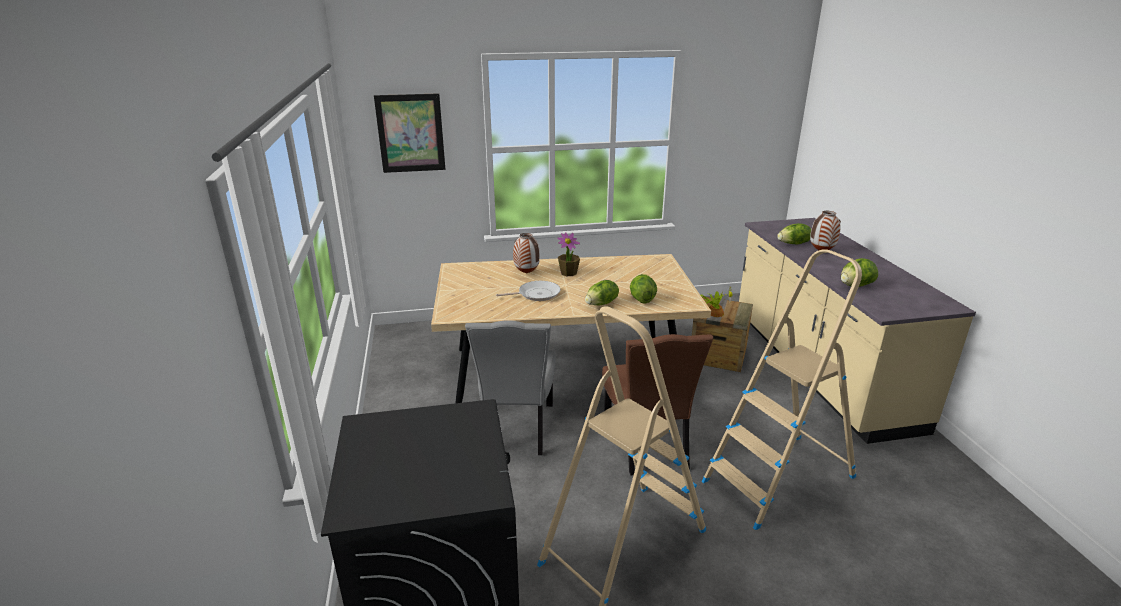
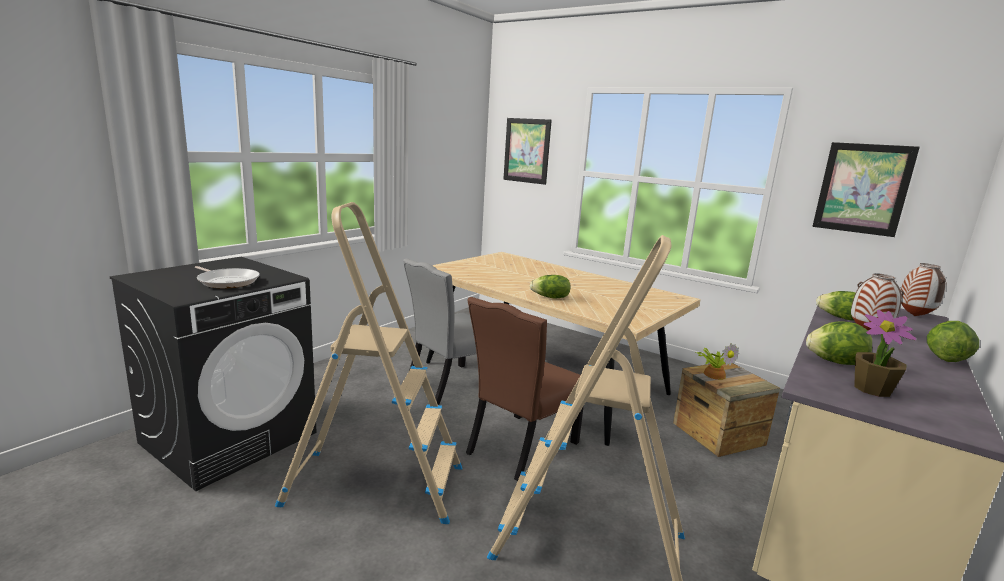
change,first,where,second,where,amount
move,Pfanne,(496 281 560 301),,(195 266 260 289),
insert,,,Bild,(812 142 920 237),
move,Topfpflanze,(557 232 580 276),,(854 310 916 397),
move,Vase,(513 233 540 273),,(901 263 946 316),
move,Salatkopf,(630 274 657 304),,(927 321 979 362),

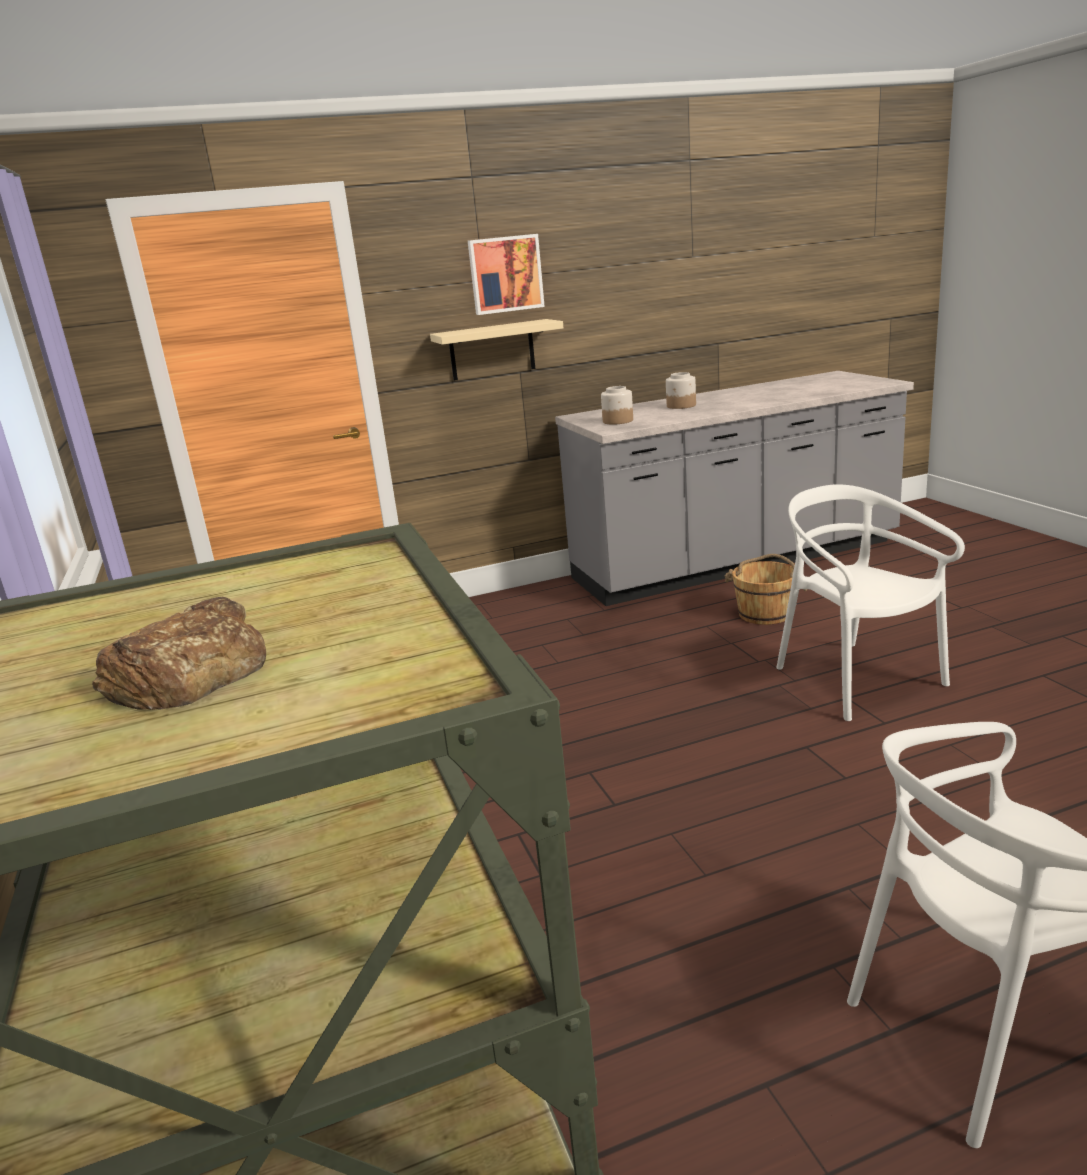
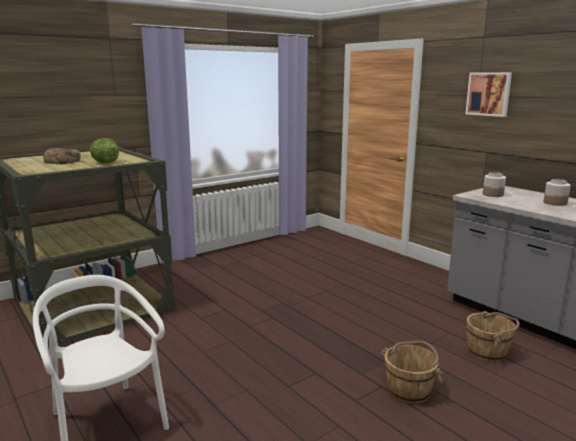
change,first,where,second,where,amount
insert,,,Salatkopf,(90 138 119 163),
replace,Stuhl [weiß],(776 484 965 721),Eimer [braun],(381 341 444 404),
delete,Wandregal [beige],(430 319 563 381),,,

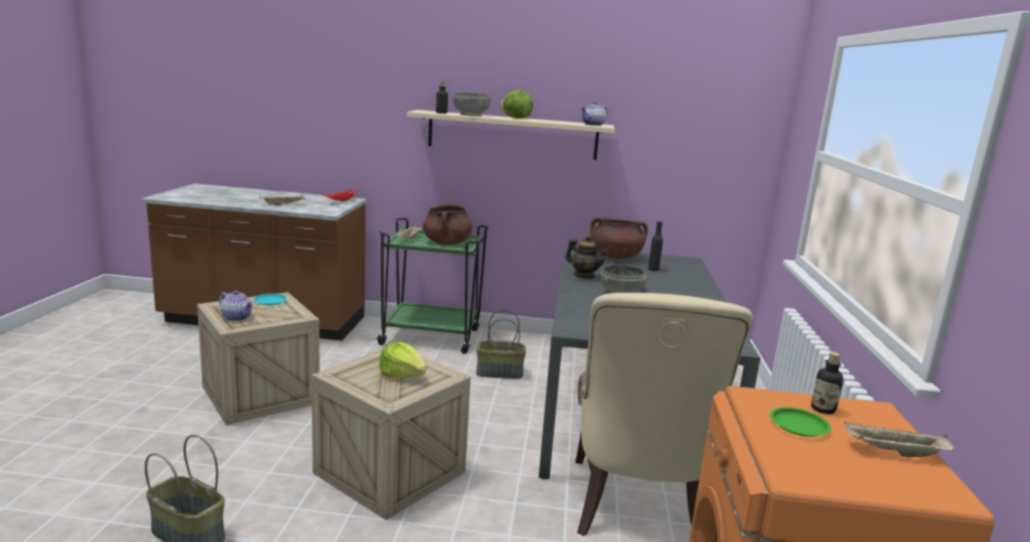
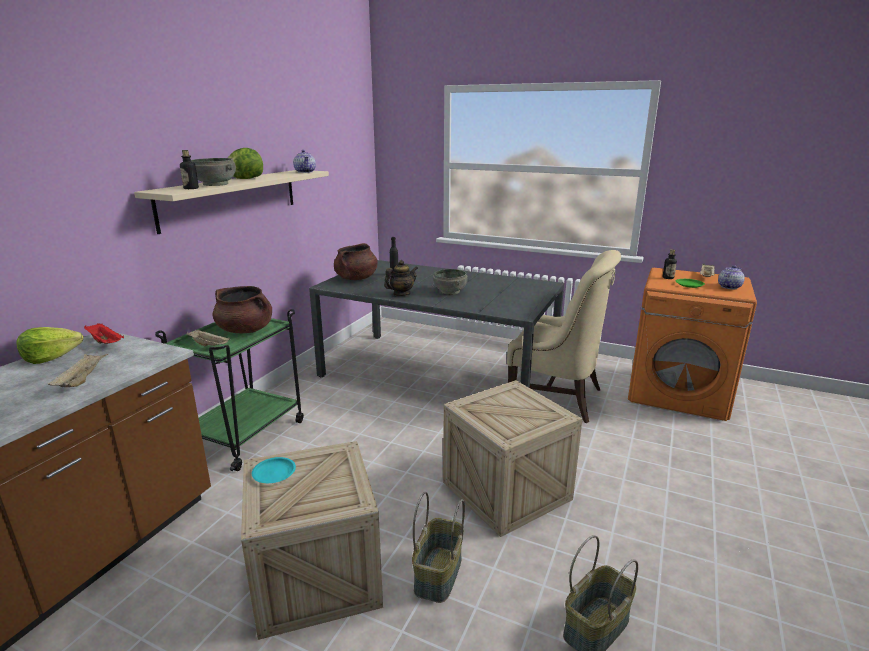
change,first,where,second,where,amount
move,Salatkopf,(379 341 427 378),,(17 327 83 364),
move,Korb,(476 309 526 379),,(412 492 465 603),
move,Teekanne,(219 291 254 321),,(718 265 745 289),

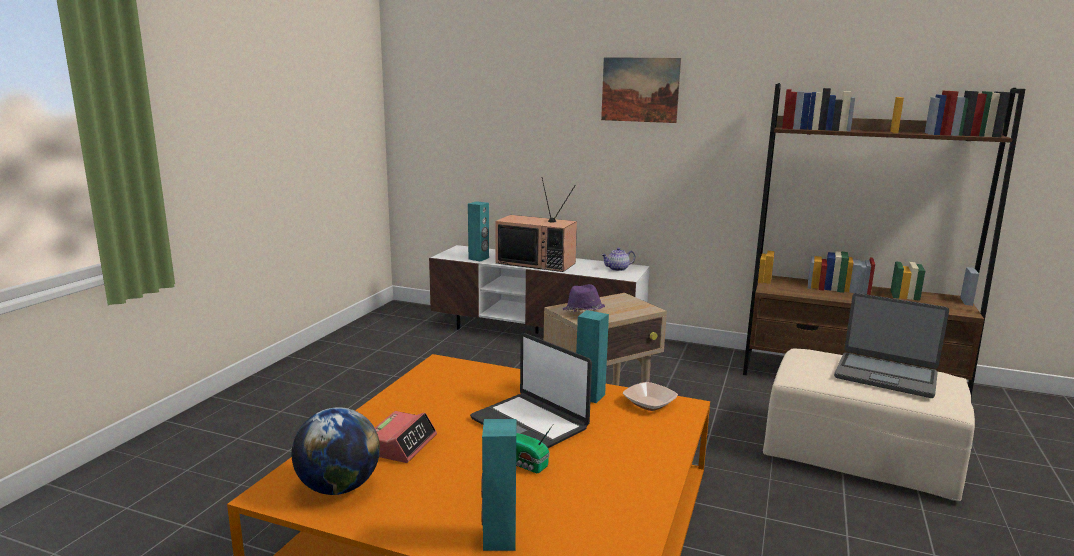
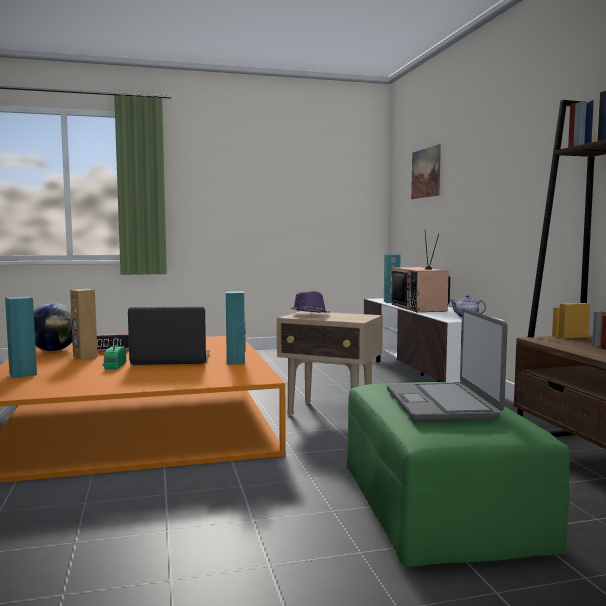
change,first,where,second,where,amount
insert,,,Lautsprecher [braun],(70 289 98 360),
rotate,Laptop,(470 333 592 448),,(128 306 210 365),75 degrees clockwise
recolor,Polsterhocker [beige],(763 349 975 501),Polsterhocker [grün],(346 382 570 566),
move,Bild,(601 57 681 123),,(411 144 441 199),
delete,Schüssel,(623 382 678 411),,,

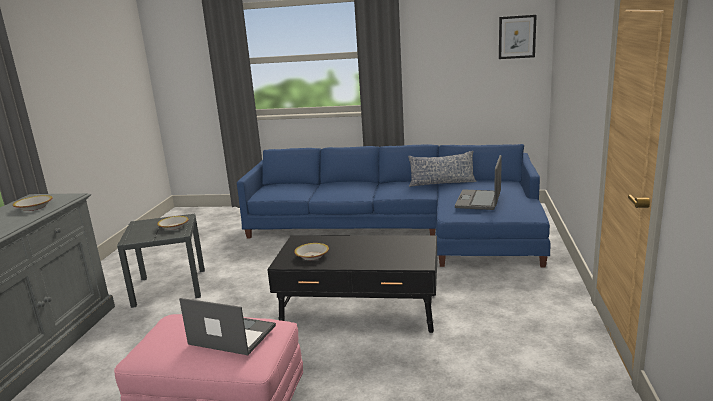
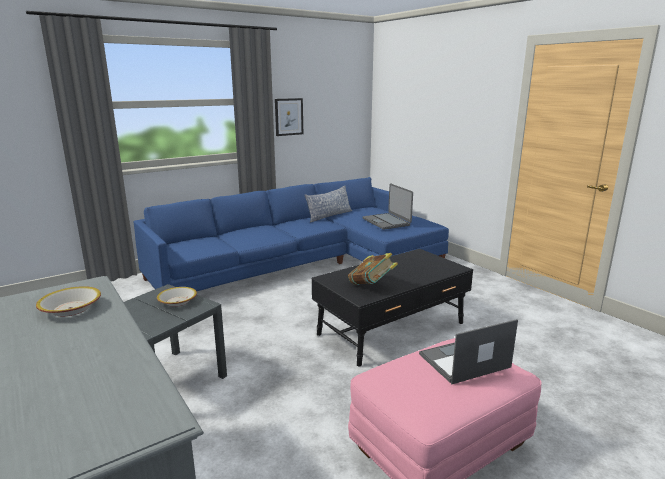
change,first,where,second,where,amount
move,Bild,(499 15 537 59),,(275 98 303 136),
replace,Schüssel,(294 243 329 260),Buch,(348 253 398 285),

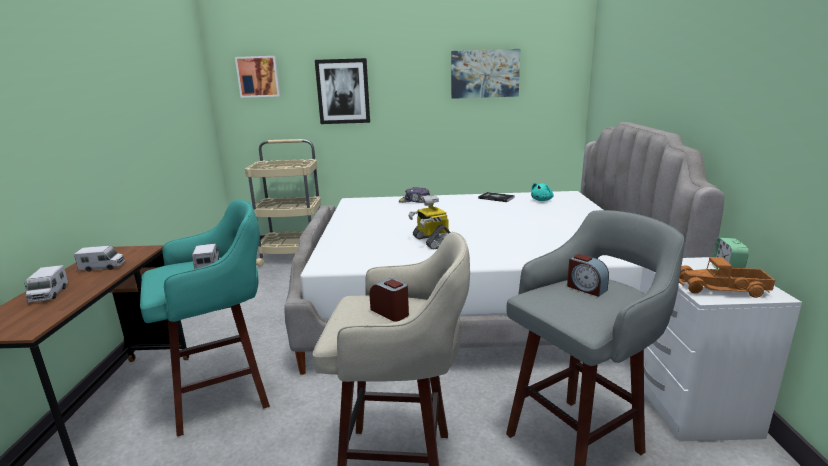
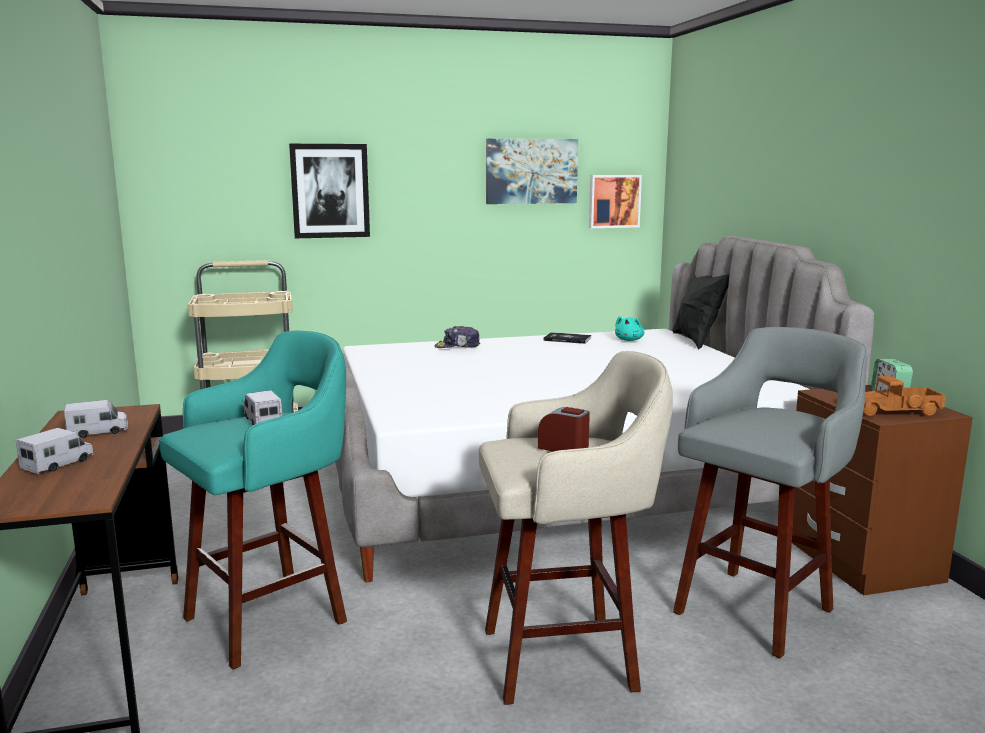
change,first,where,second,where,amount
rotate,Spielzeuglaster,(24 265 69 303),,(16 428 94 474),120 degrees counterclockwise
move,Bild,(235 56 280 98),,(589 175 642 228),
insert,,,Kissen [schwarz],(673 274 730 349),
recolor,Nachttisch [weiß],(640 257 802 442),Nachttisch [braun],(792 385 973 596),
delete,Spielzeugroboter,(408 195 451 250),,,
delete,Wecker,(567 254 609 297),,,

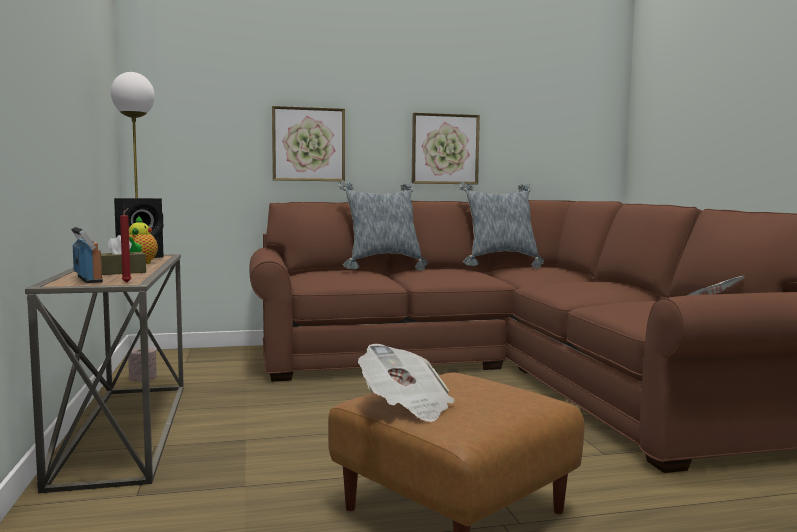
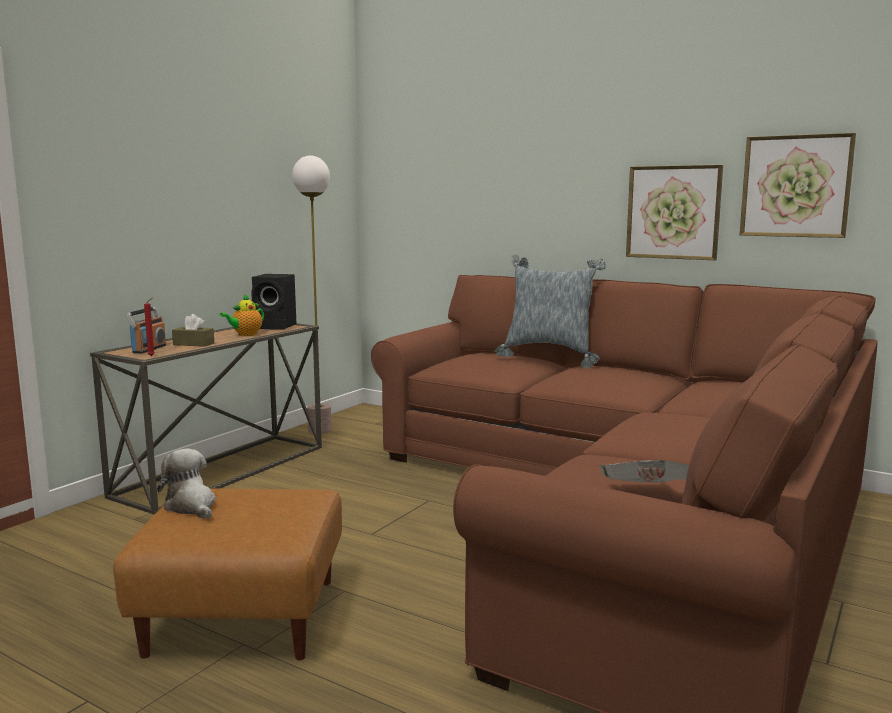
change,first,where,second,where,amount
replace,Zeitung,(358 344 455 422),Plüschtier,(157 448 216 519),
move,Bild,(272 106 345 181),,(740 133 856 238),
delete,Kissen,(459 181 545 269),,,

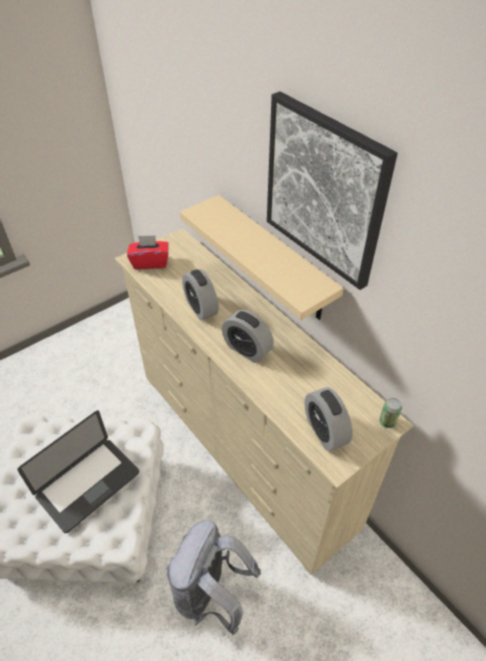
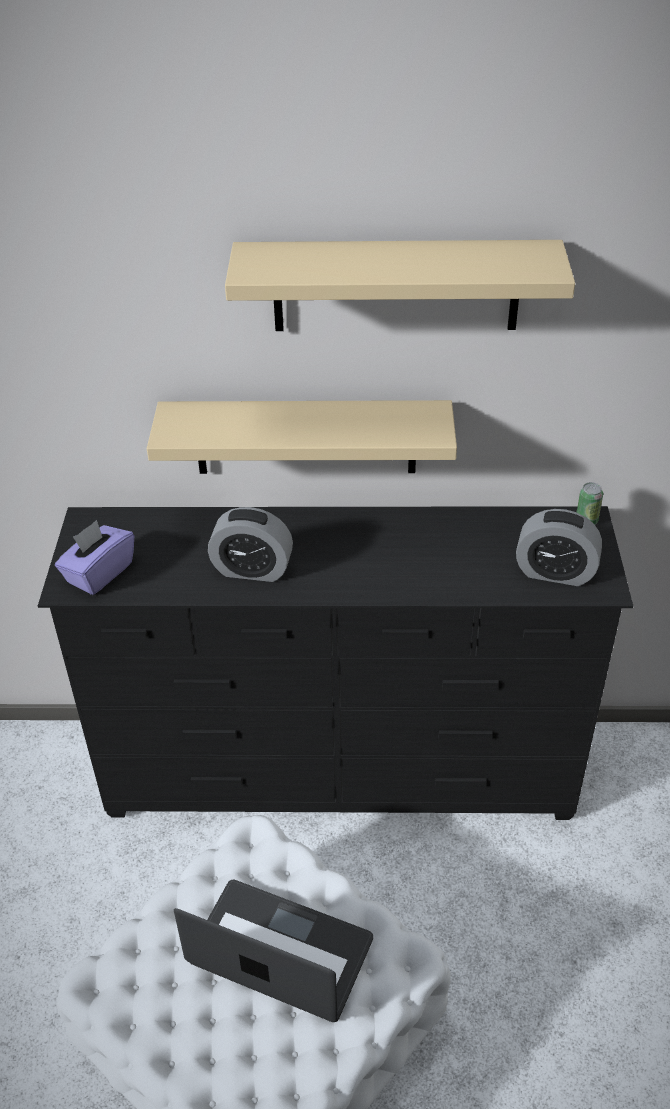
change,first,where,second,where,amount
recolor,Kommode [beige],(115 228 414 575),Kommode [schwarz],(38 506 634 820),
recolor,Taschentuchbox [rot],(127 235 169 270),Taschentuchbox [lila],(55 520 134 595),
rotate,Laptop,(17 410 139 533),,(174 880 373 1022),60 degrees counterclockwise
replace,Bild,(267 91 398 290),Wandregal [beige],(225 240 575 331),
delete,Rucksack [grau],(167 520 261 635),,,
delete,Wecker,(222 310 274 363),,,

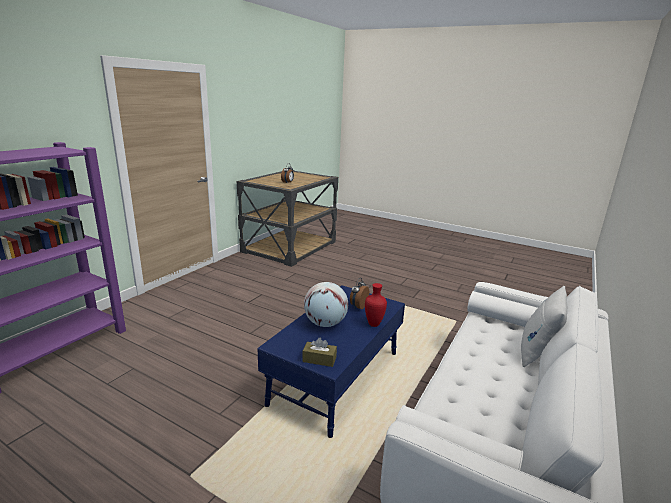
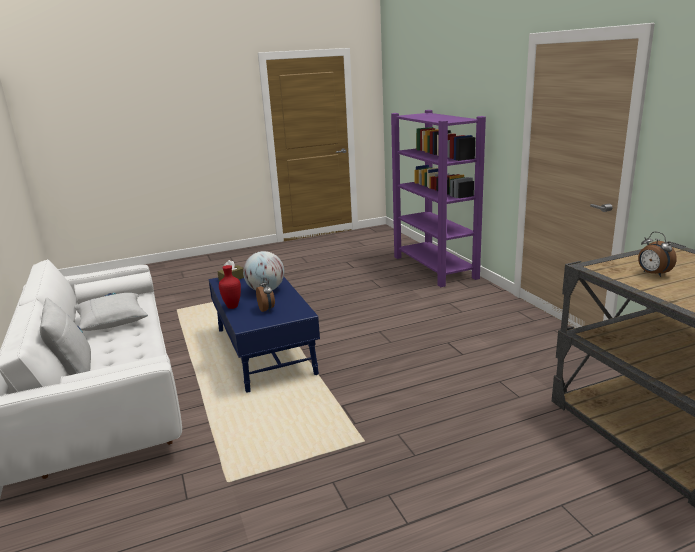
change,first,where,second,where,amount
insert,,,Kissen [grau],(74 293 148 331),

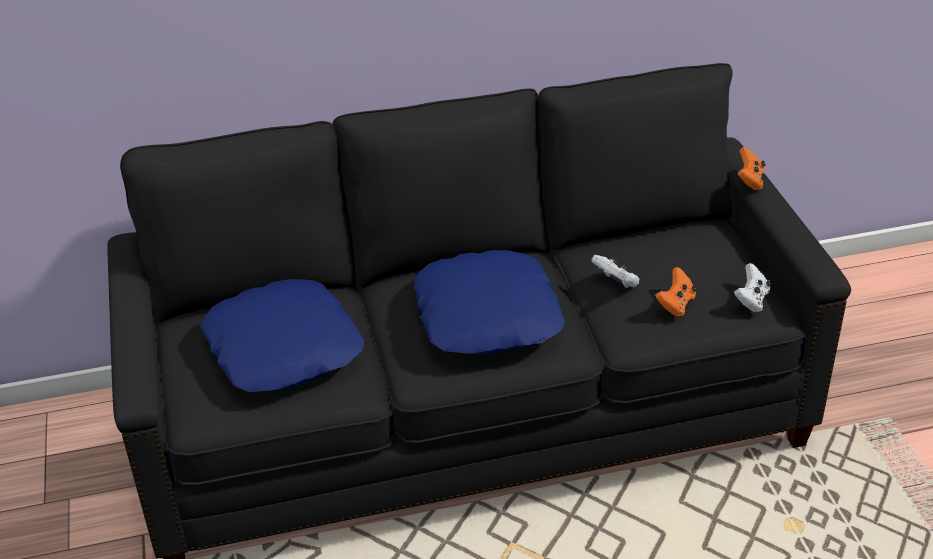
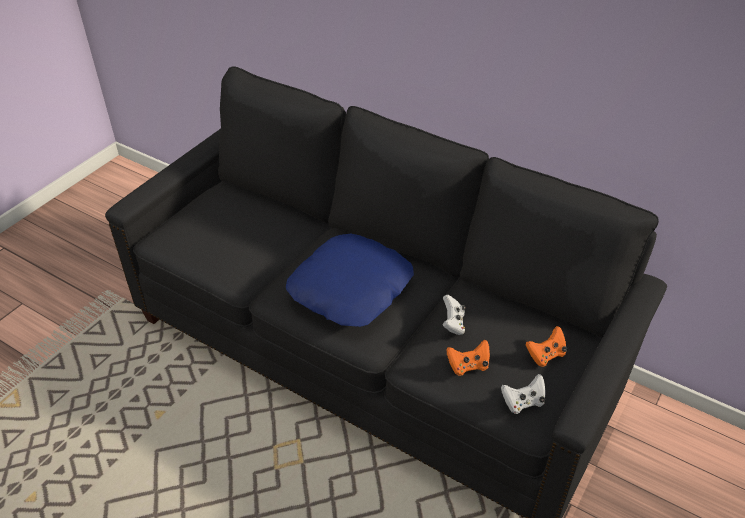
change,first,where,second,where,amount
move,Gamepad [orange],(737 147 766 190),,(526 326 567 367),
delete,Kissen [blau],(200 279 364 392),,,

